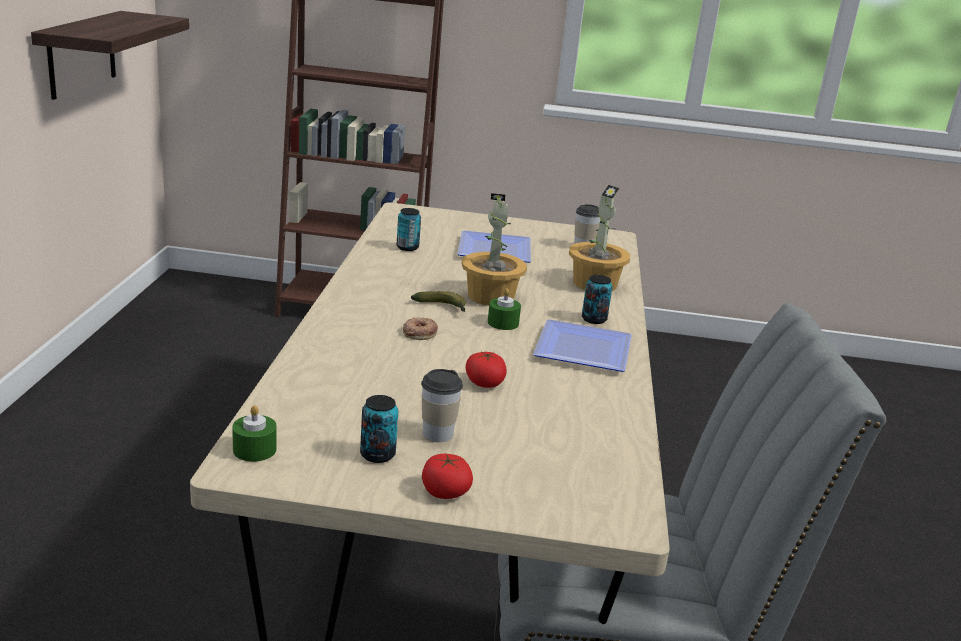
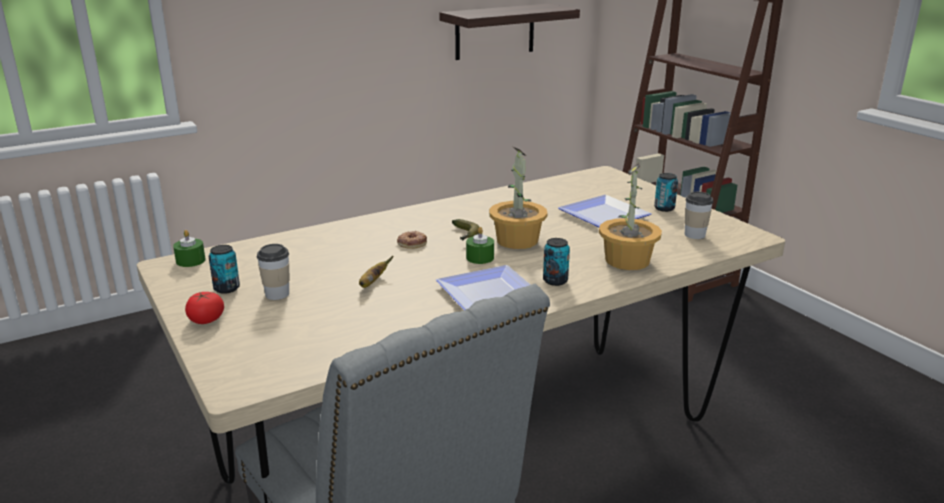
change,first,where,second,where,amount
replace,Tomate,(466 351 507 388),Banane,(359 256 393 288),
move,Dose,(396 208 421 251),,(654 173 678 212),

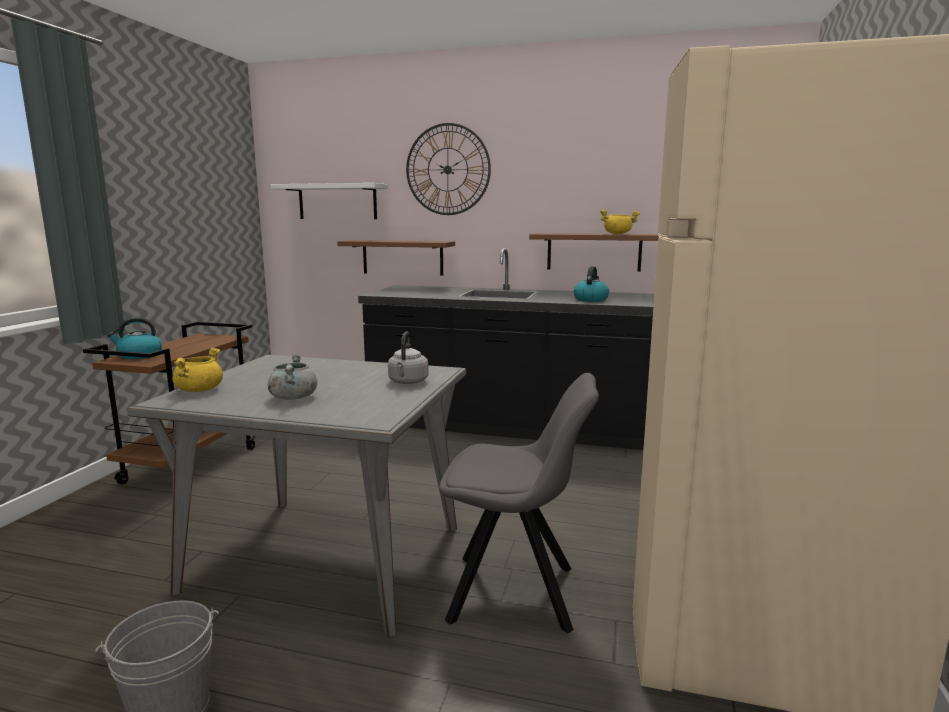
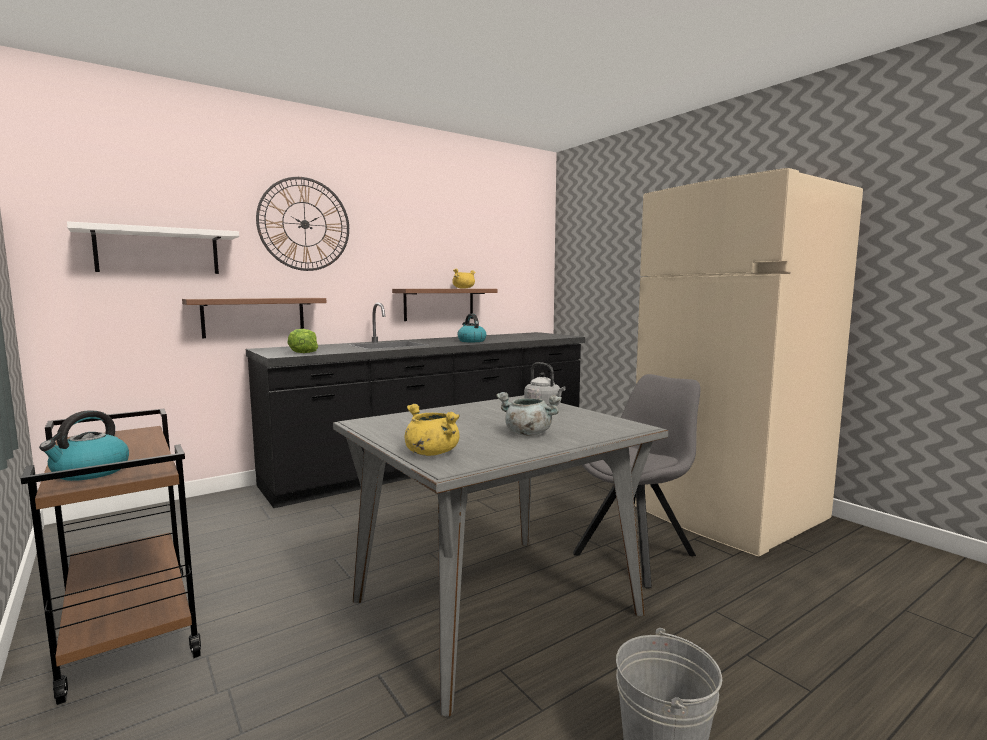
change,first,where,second,where,amount
insert,,,Salatkopf,(287 329 318 353),

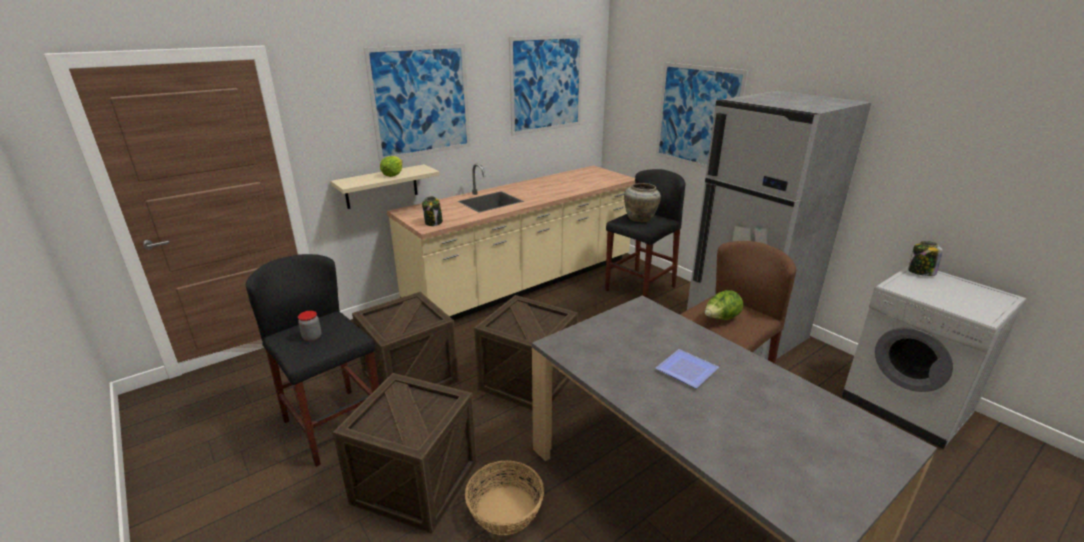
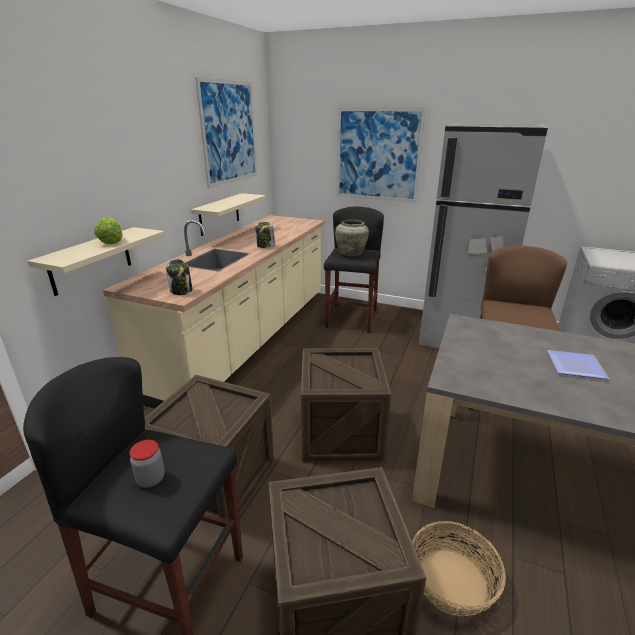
change,first,where,second,where,amount
insert,,,Wandregal [beige],(191 193 266 236),
move,Vorratsglas,(908 241 943 276),,(255 222 275 248),
delete,Bild,(364 44 471 161),,,
delete,Salatkopf,(705 290 743 320),,,

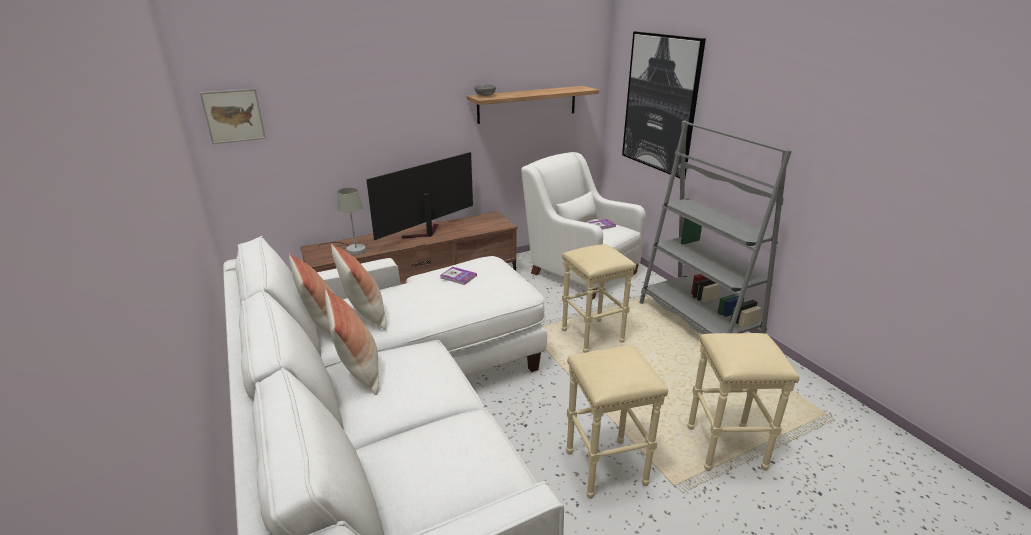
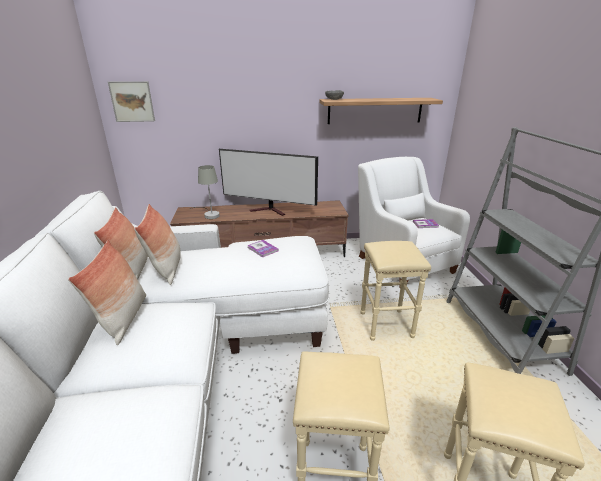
change,first,where,second,where,amount
rotate,Fernseher,(366 152 473 240),,(219 149 318 216),135 degrees counterclockwise
delete,Bild,(622 31 706 178),,,

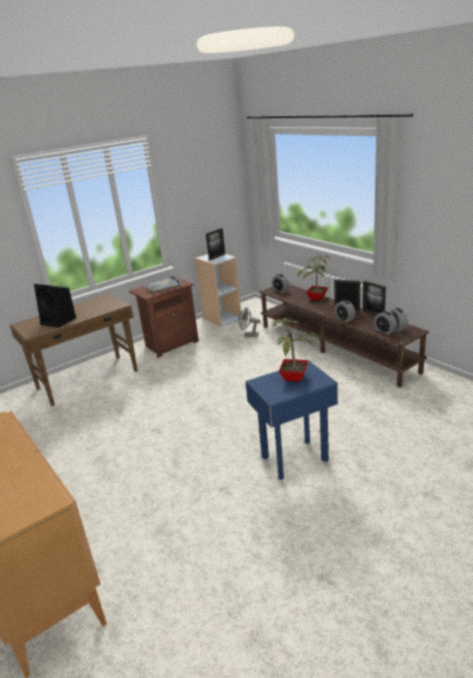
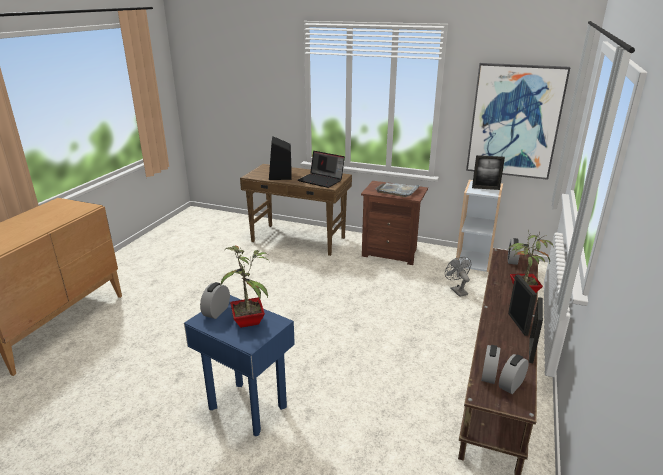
change,first,where,second,where,amount
move,Wecker,(335 300 356 322),,(200 282 230 319),
insert,,,Laptop,(298 151 345 188),
insert,,,Bild,(466 63 570 180),

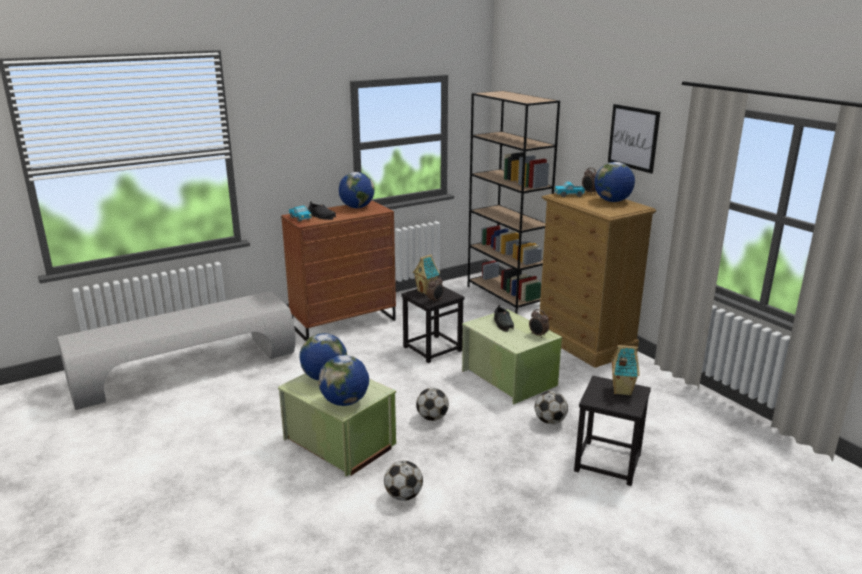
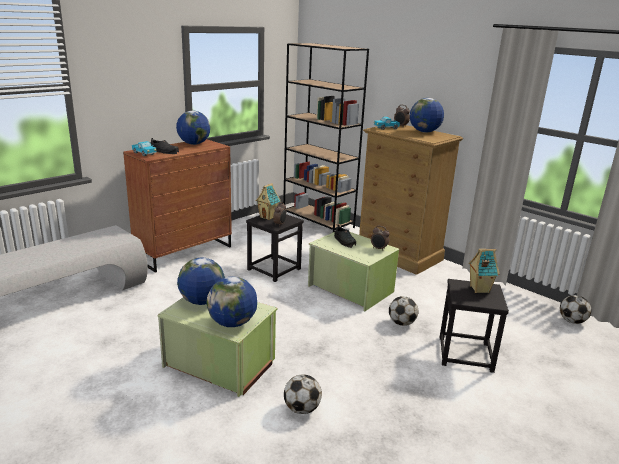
change,first,where,second,where,amount
move,Fußball,(416 388 449 421),,(560 295 592 324),
delete,Bild,(608 104 660 174),,,

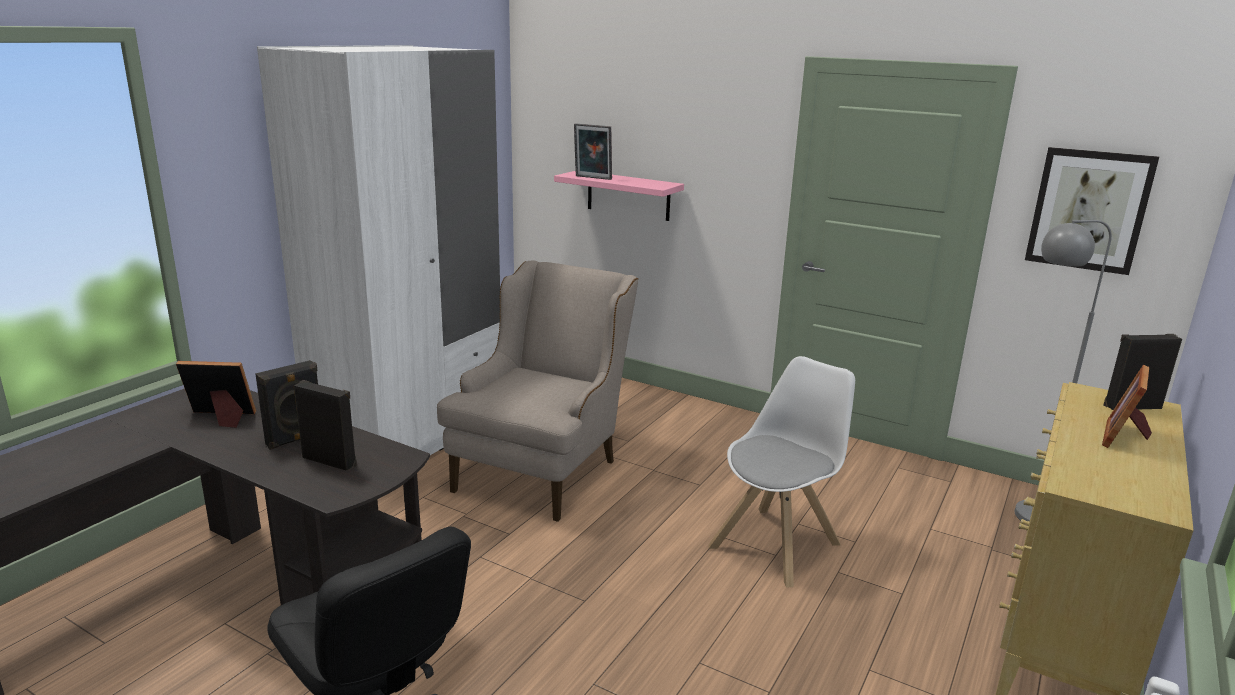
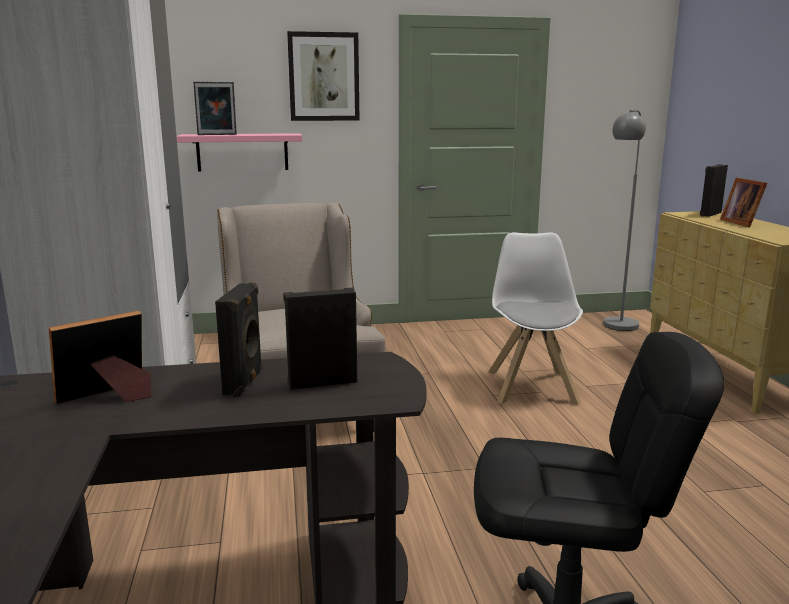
change,first,where,second,where,amount
move,Bild,(1025 147 1159 275),,(287 31 360 121),

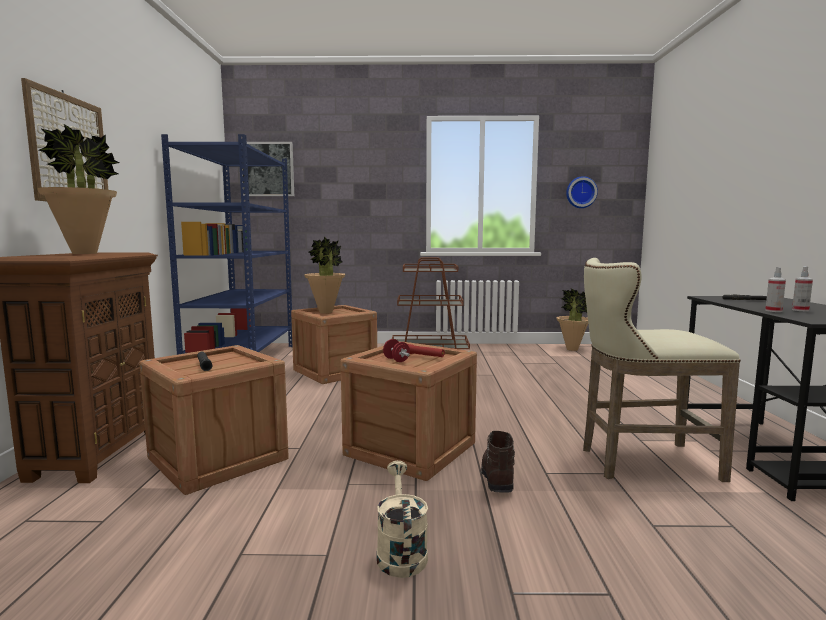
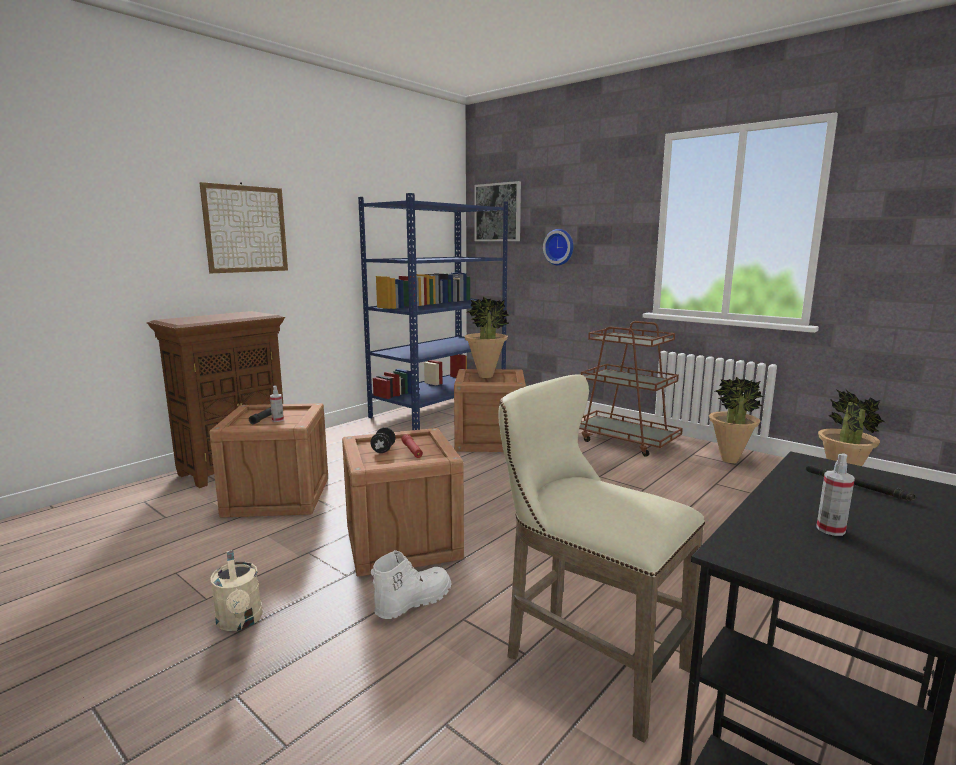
change,first,where,second,where,amount
rotate,Gießkanne [beige],(377 461 428 578),,(210 550 263 631),120 degrees clockwise
move,Sprühflasche,(765 267 786 312),,(270 386 284 422),
recolor,Hantel [rot],(383 339 410 362),Hantel [schwarz],(371 427 396 453),
recolor,Stiefel [braun],(480 431 515 493),Stiefel [weiß],(371 550 451 619),
move,Wanduhr,(566 176 598 208),,(543 229 573 265),
move,Topfpflanze,(37 124 119 254),,(709 377 764 463),

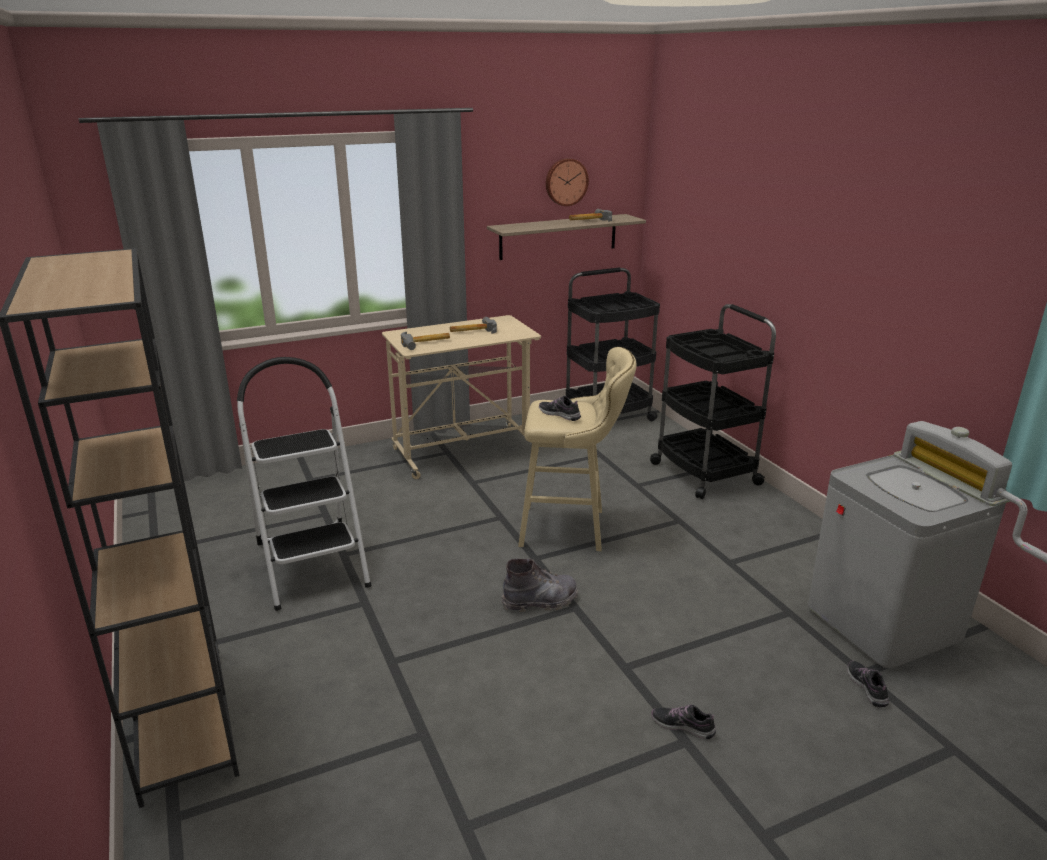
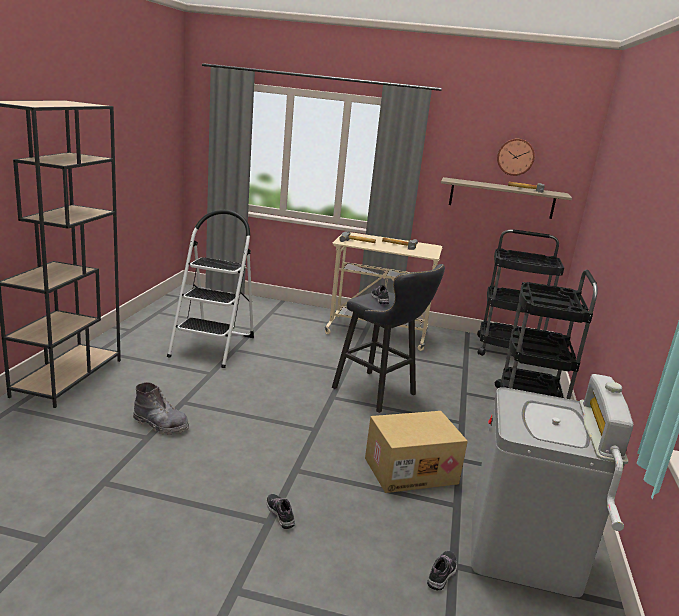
change,first,where,second,where,amount
move,Stiefel [grau],(502 559 578 612),,(133 382 189 434),
recolor,Hocker [beige],(518 347 637 551),Hocker [schwarz],(332 264 445 413),
insert,,,Karton,(365 411 468 493),

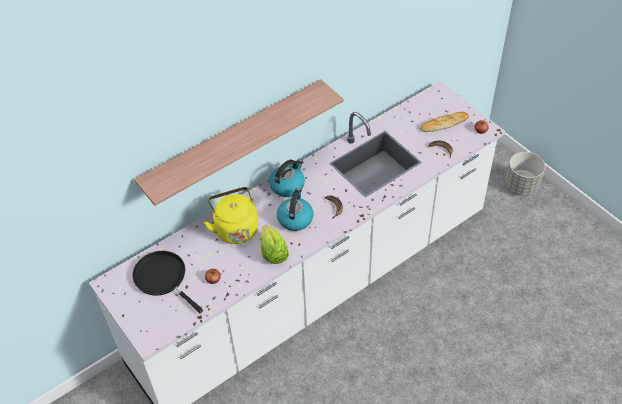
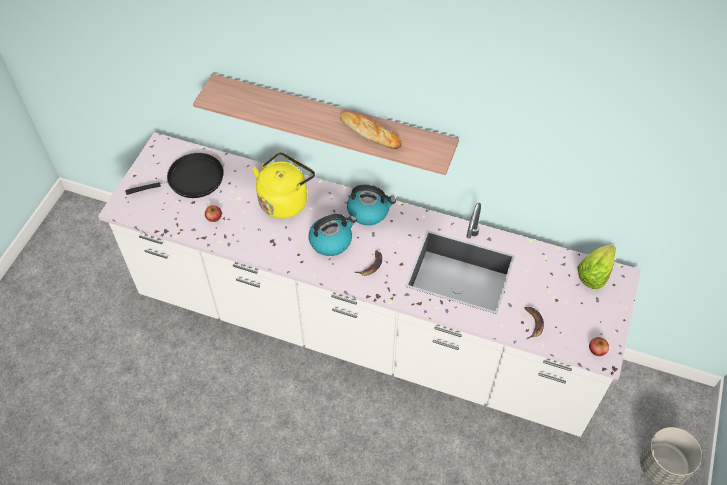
change,first,where,second,where,amount
rotate,Pfanne [schwarz],(132 251 203 313),,(125 153 224 198),60 degrees clockwise
move,Brot,(421 112 469 132),,(340 111 402 149),
move,Salatkopf,(260 225 289 264),,(577 245 616 289),

